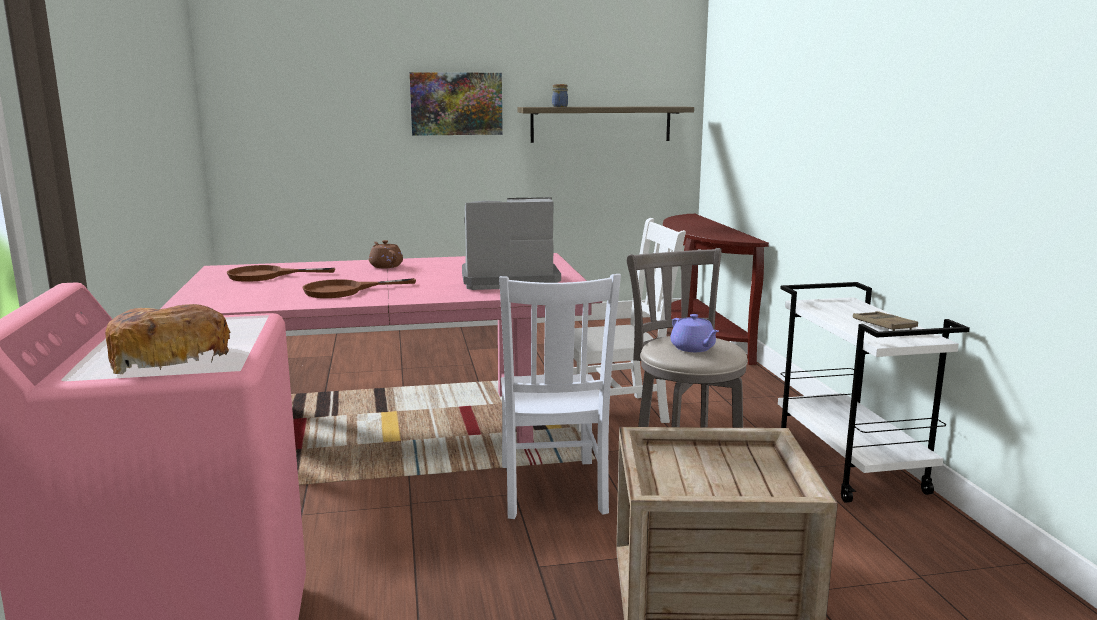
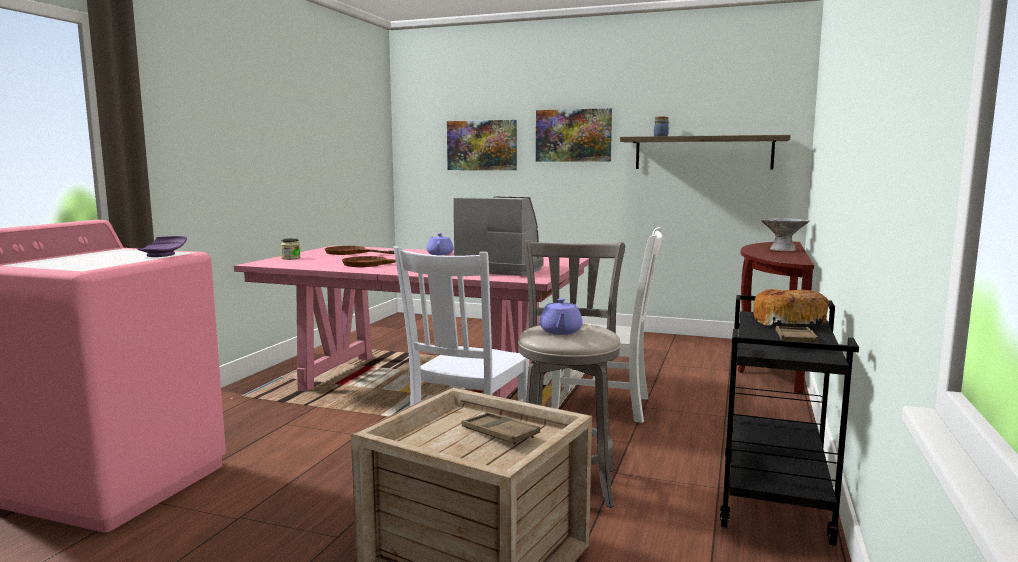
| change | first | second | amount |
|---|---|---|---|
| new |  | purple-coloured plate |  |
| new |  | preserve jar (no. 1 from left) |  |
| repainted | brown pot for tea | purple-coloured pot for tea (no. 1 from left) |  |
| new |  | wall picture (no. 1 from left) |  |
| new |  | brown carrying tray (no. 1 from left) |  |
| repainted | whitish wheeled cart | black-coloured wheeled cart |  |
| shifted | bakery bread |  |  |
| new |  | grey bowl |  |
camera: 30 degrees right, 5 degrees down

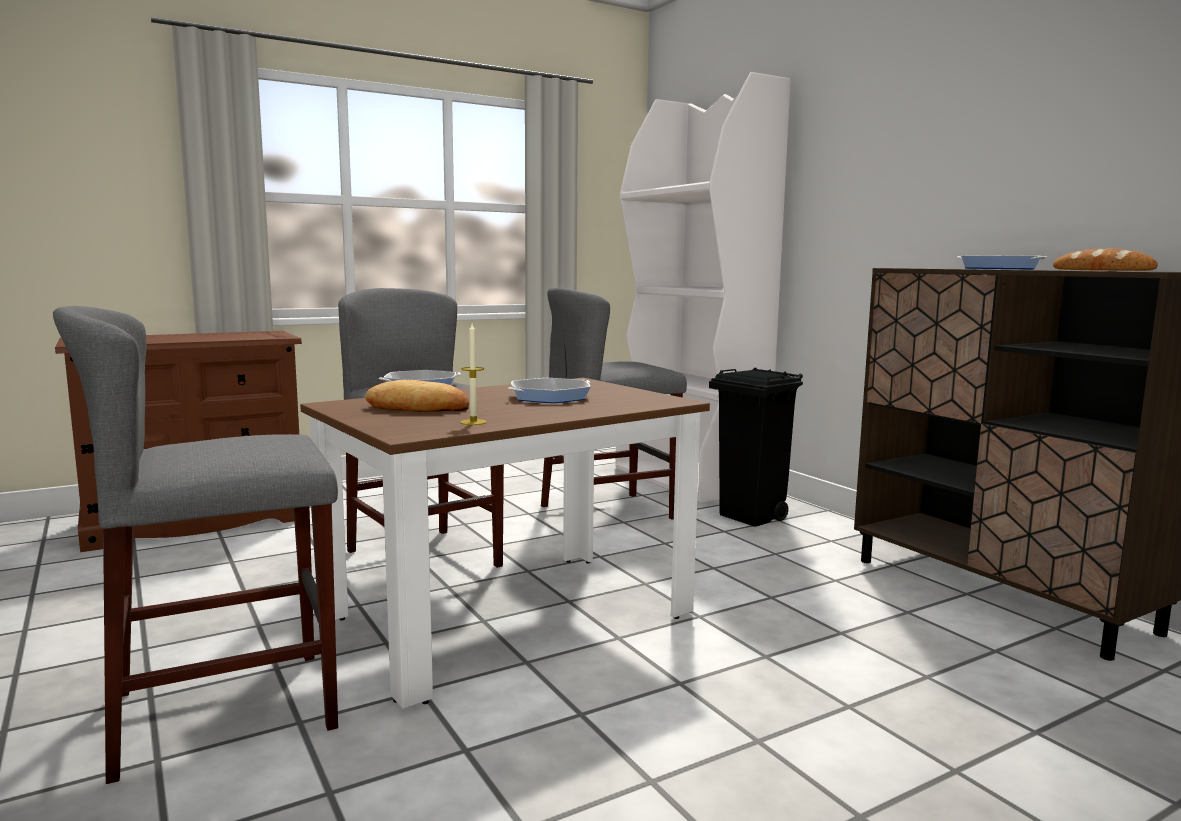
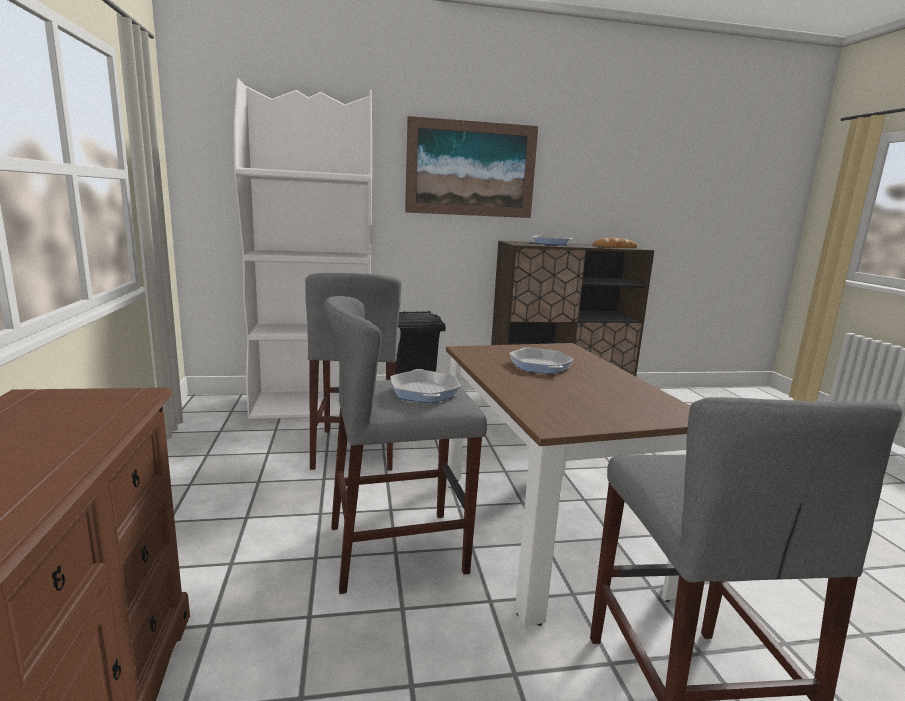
| change | first | second | amount |
|---|---|---|---|
| new |  | wall picture |  |
| gone | bakery bread (no. 1 from left) |  |  |
| gone | wax candle |  |  |
camera: 70 degrees left, 5 degrees up

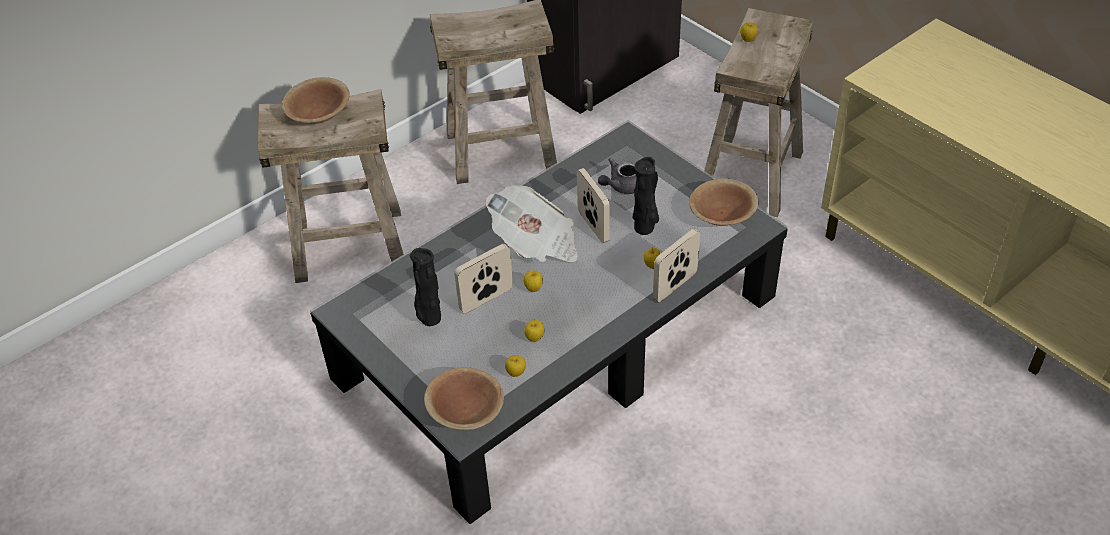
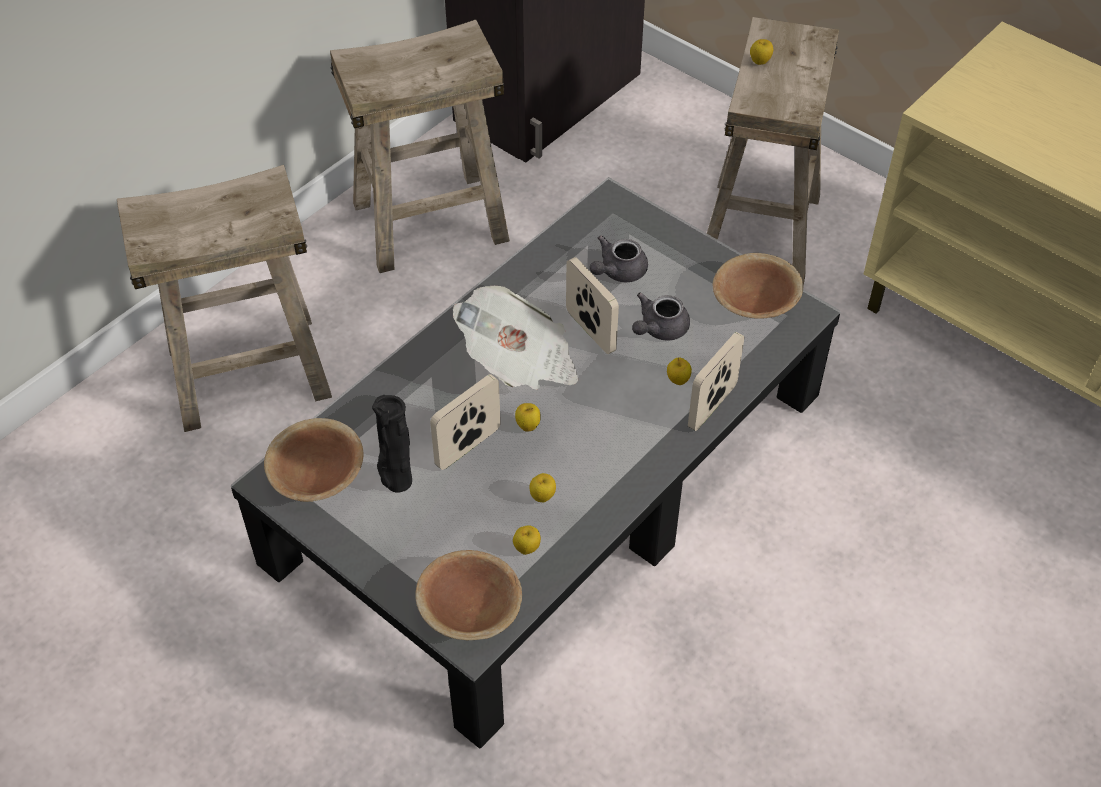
| change | first | second | amount |
|---|---|---|---|
| shifted | brown bowl (no. 1 from left) |  |  |
| swapped | black-coloured decorative vase (no. 2 from left) | grey pot for tea (no. 2 from left) |  |
camera: 10 degrees left, 5 degrees up

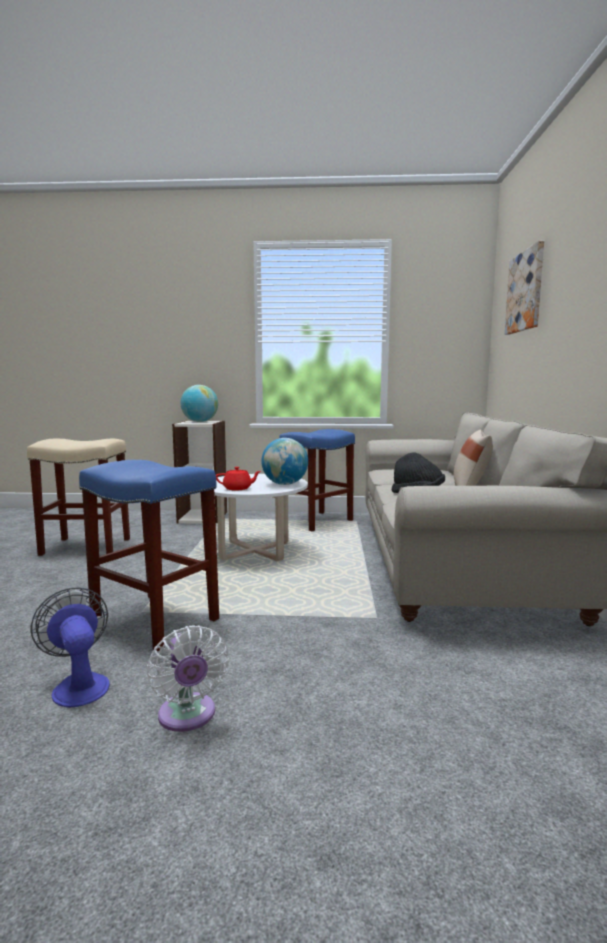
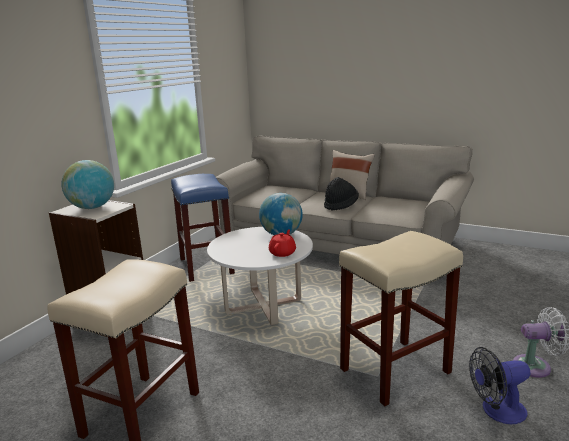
| change | first | second | amount |
|---|---|---|---|
| repainted | blue-coloured sitting stool (no. 1 from left) | beige-coloured sitting stool (no. 2 from left) |  |
| gone | wall picture |  |  |
camera: 65 degrees left, 10 degrees up

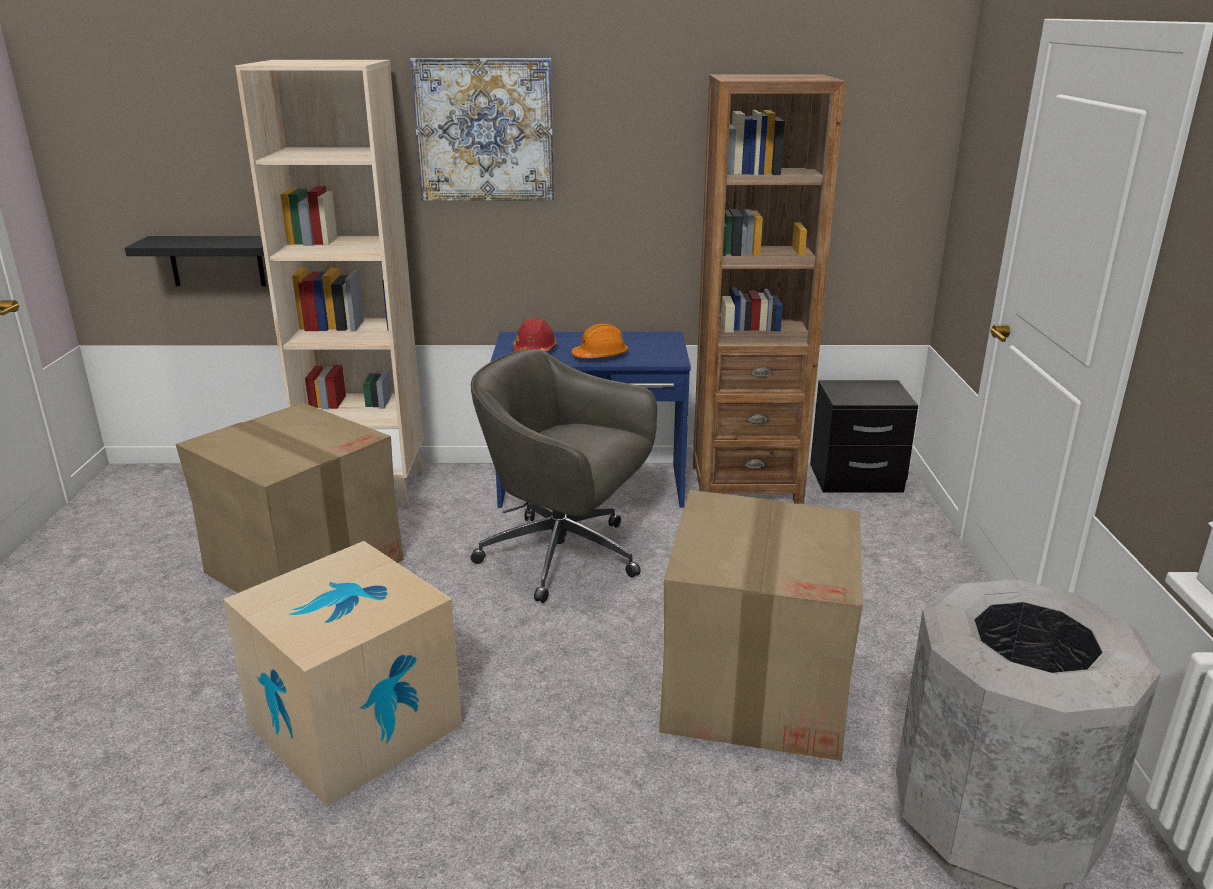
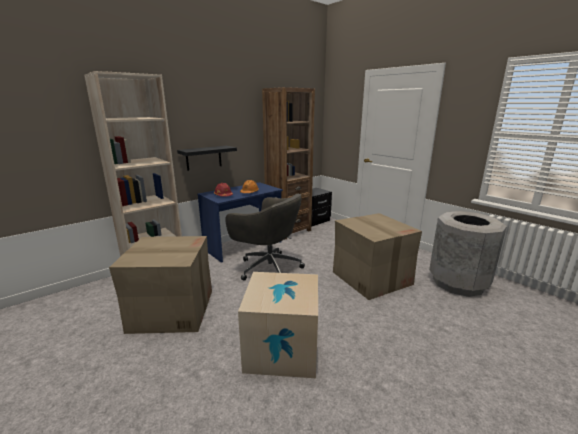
| change | first | second | amount |
|---|---|---|---|
| shifted | black-coloured bracket shelf |  |  |
| rotated | grey computer chair |  | 135 degrees counterclockwise |
| gone | wall picture |  |  |
camera: 40 degrees left, 5 degrees down

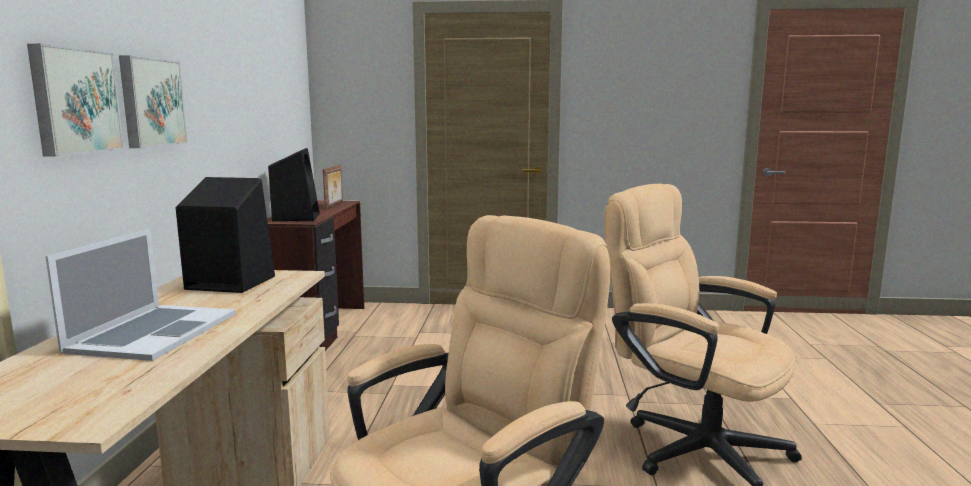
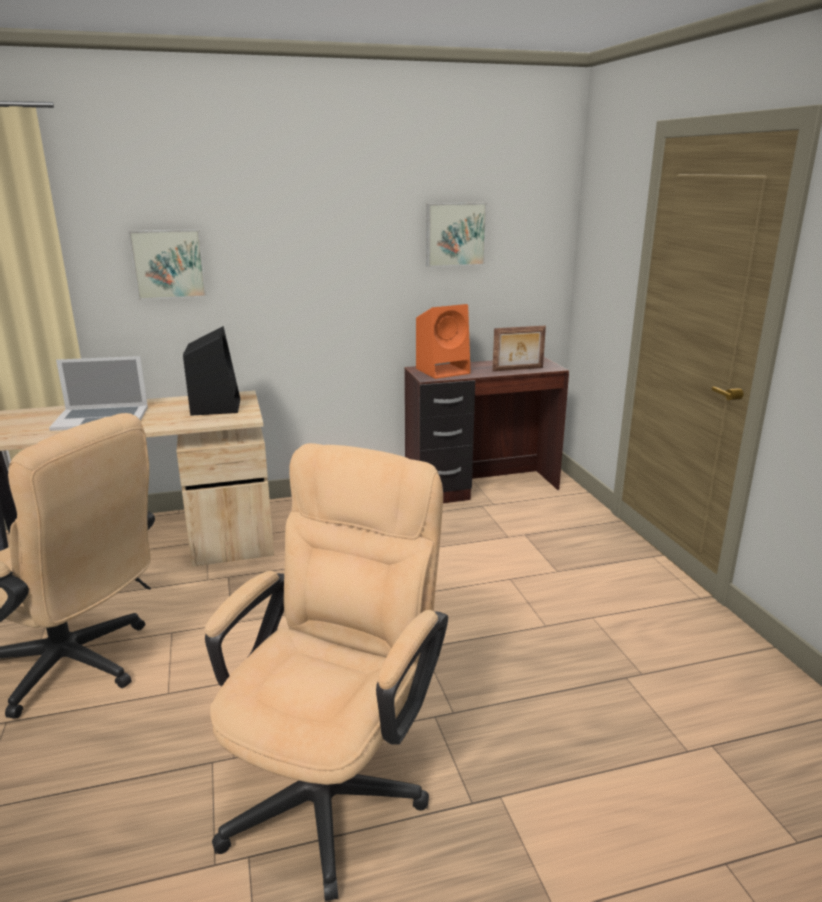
| change | first | second | amount |
|---|---|---|---|
| repainted | black-coloured loudspeaker (no. 2 from left) | orange-coloured loudspeaker |  |
| shifted | wall picture (no. 2 from left) |  |  |
camera: 70 degrees right, 10 degrees up

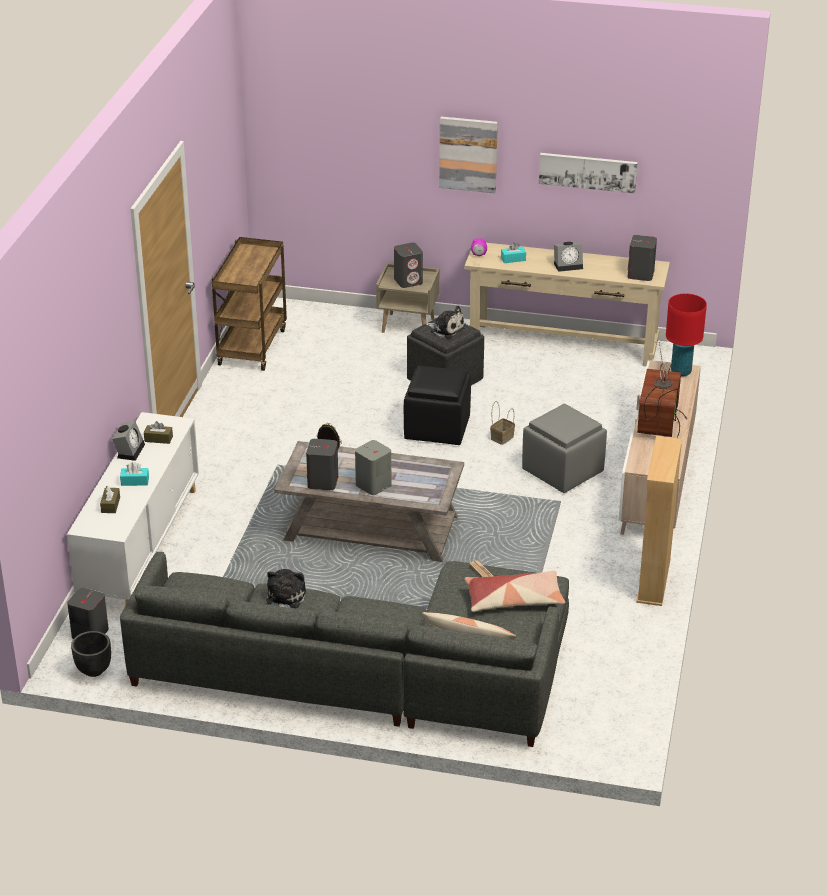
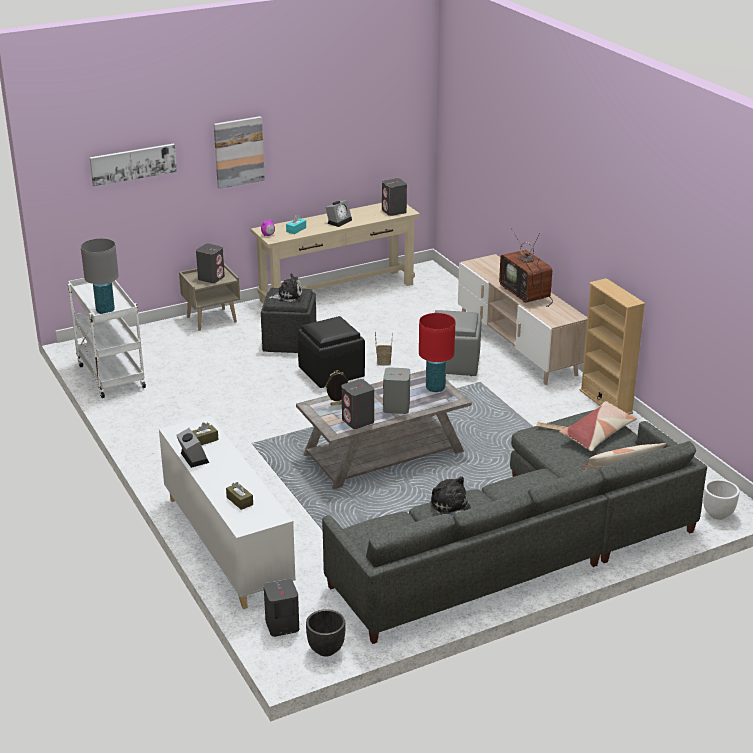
| change | first | second | amount |
|---|---|---|---|
| repainted | brown wheeled cart | whitish wheeled cart |  |
| new |  | grey table lamp |  |
| shifted | wall picture (no. 2 from left in the first image) | wall picture (no. 1 from left) |  |
| shifted | red-coloured table lamp |  |  |
| new |  | whitish plant pot |  |
| gone | blue-green tissue holder (no. 1 from left) |  |  |
camera: 40 degrees left, 5 degrees down

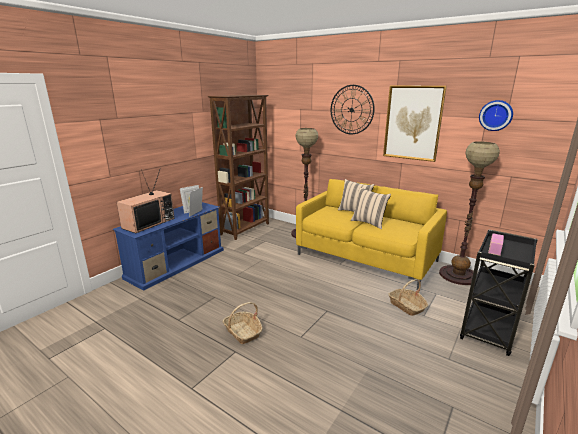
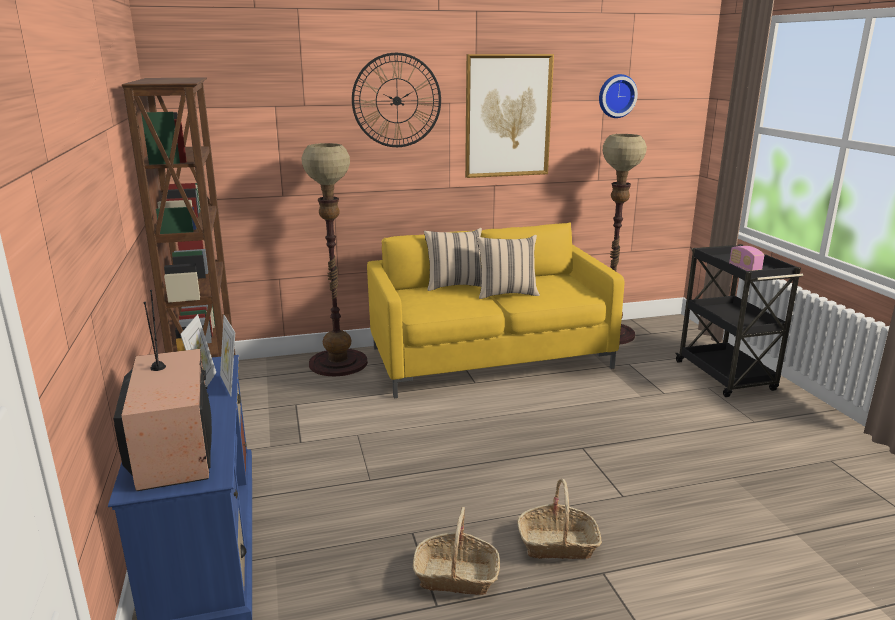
| change | first | second | amount |
|---|---|---|---|
| shifted | storage basket (no. 2 from left in the first image) | storage basket (no. 1 from left) |  |
camera: 50 degrees left, 0 degrees up

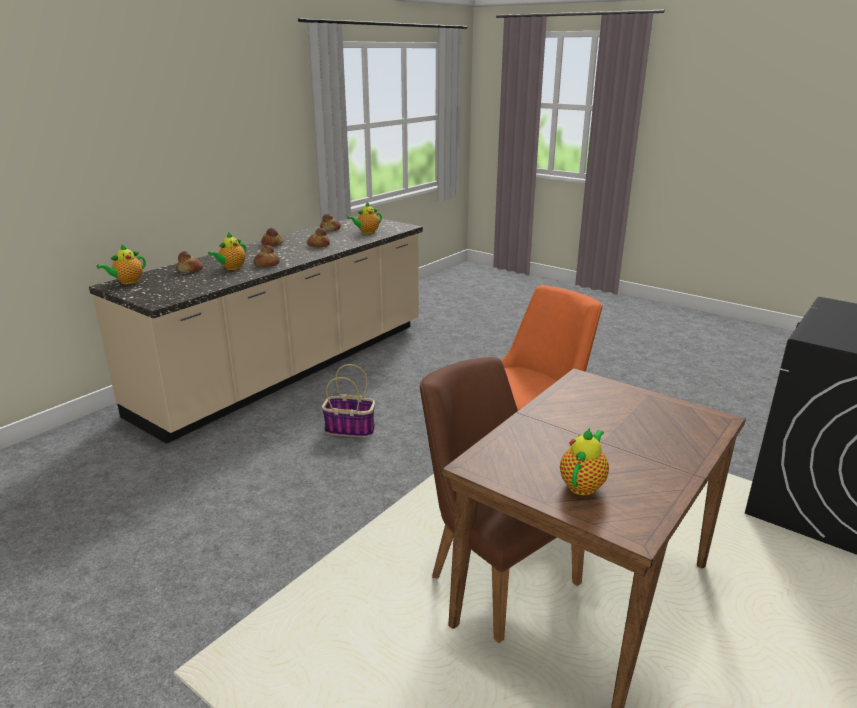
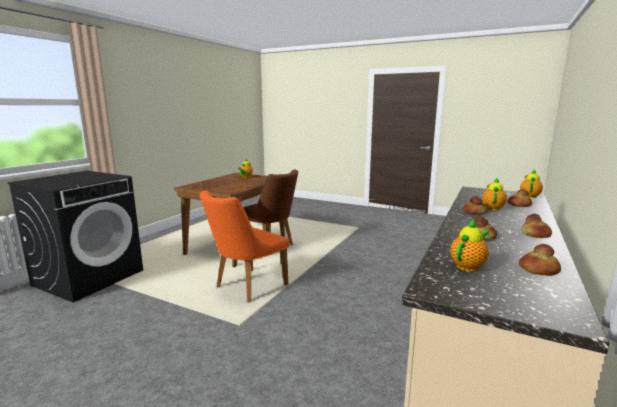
| change | first | second | amount |
|---|---|---|---|
| gone | storage basket |  |  |
camera: 170 degrees right, 10 degrees down

